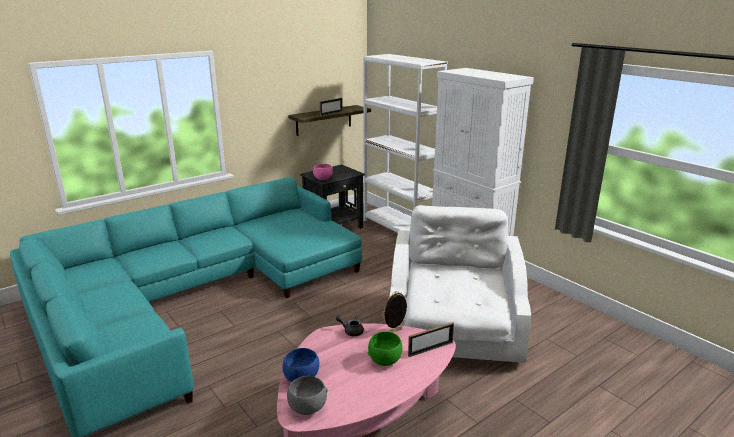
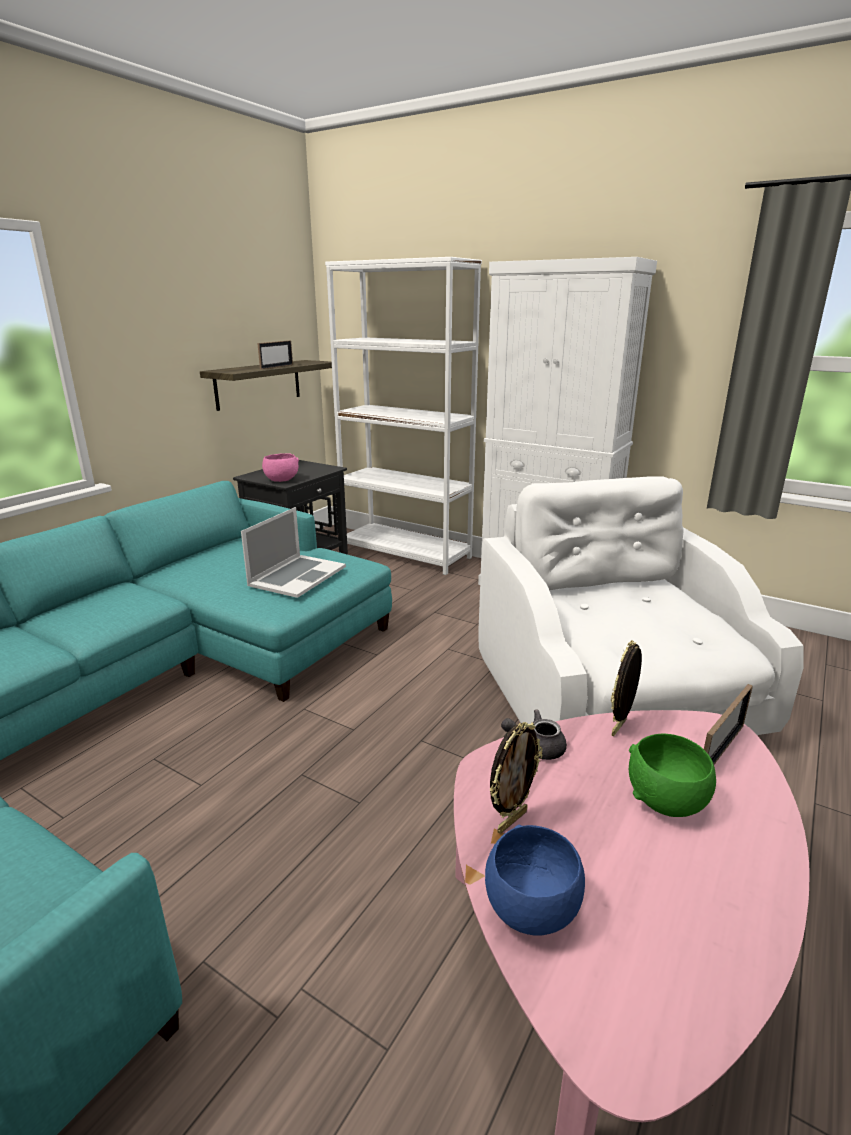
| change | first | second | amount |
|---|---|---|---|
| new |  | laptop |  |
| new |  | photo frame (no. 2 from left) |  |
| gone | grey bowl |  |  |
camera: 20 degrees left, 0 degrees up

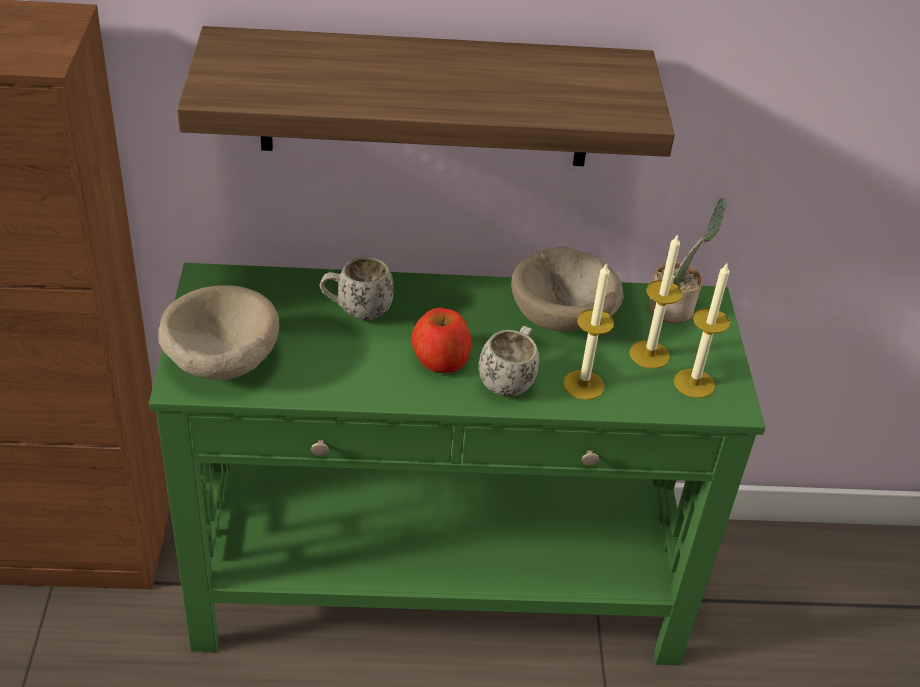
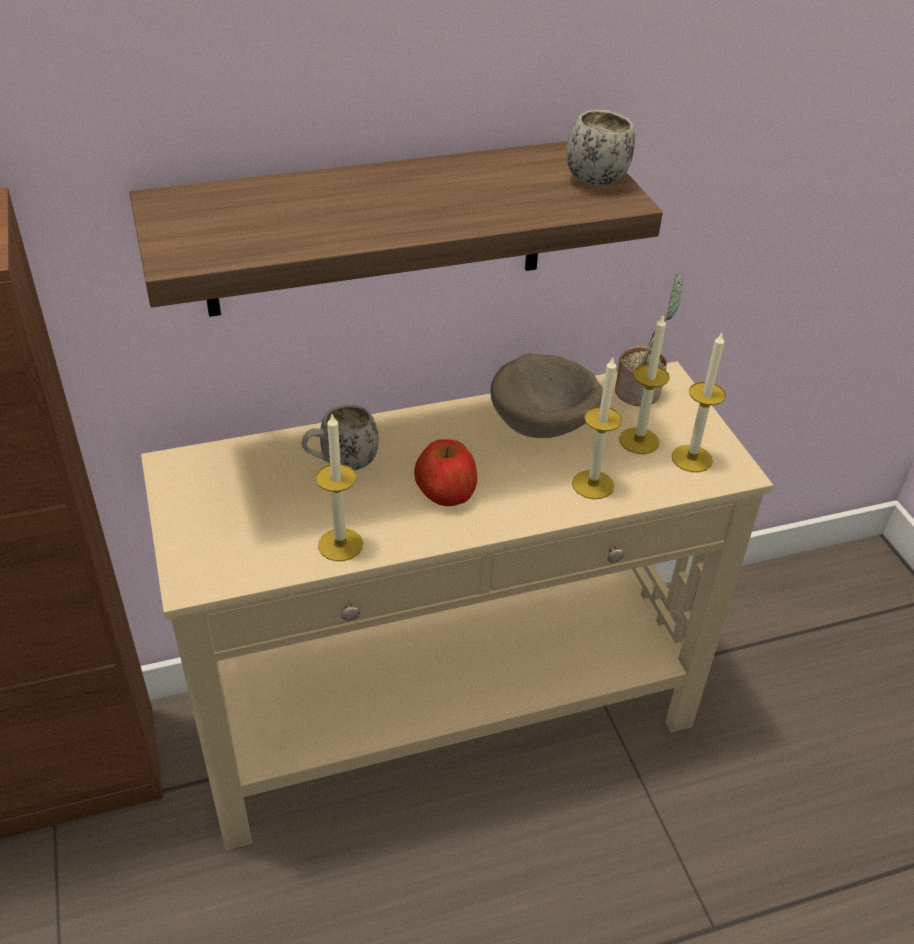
| change | first | second | amount |
|---|---|---|---|
| repainted | green-coloured narrow table | beige-coloured narrow table |  |
| new |  | wax candle (no. 1 from left) |  |
| shifted | whitish mug (no. 2 from left) |  |  |
| gone | beige-coloured bowl (no. 1 from left) |  |  |
camera: 15 degrees left, 0 degrees up

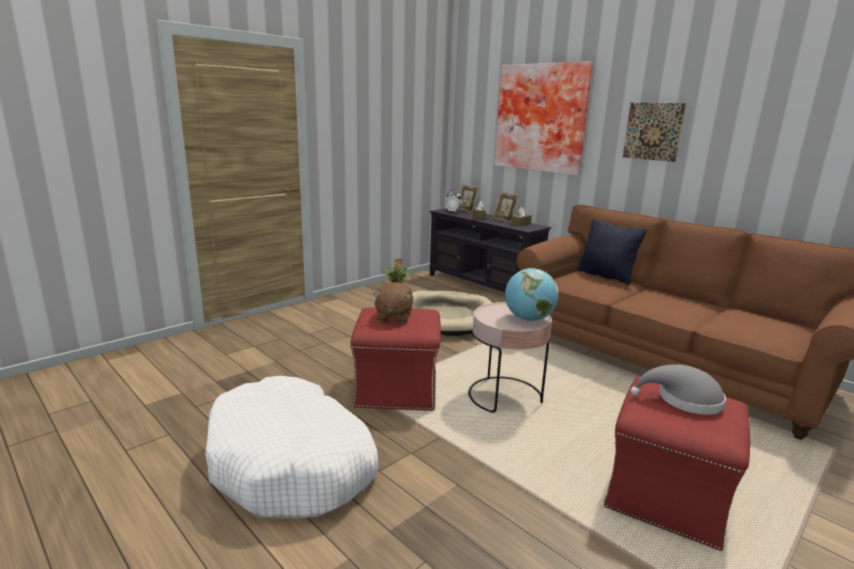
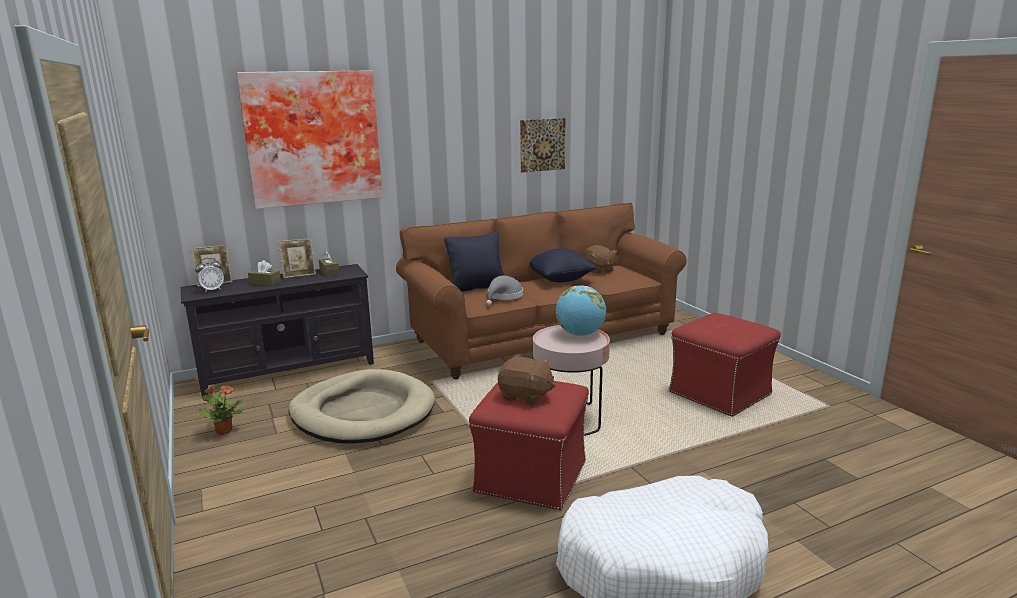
| change | first | second | amount |
|---|---|---|---|
| shifted | grey hat |  |  |
| shifted | wall picture (no. 2 from left) |  |  |
| new |  | black-coloured cushion (no. 2 from left) |  |
| new |  | brown plush toy (no. 2 from left) |  |
camera: 70 degrees left, 0 degrees up

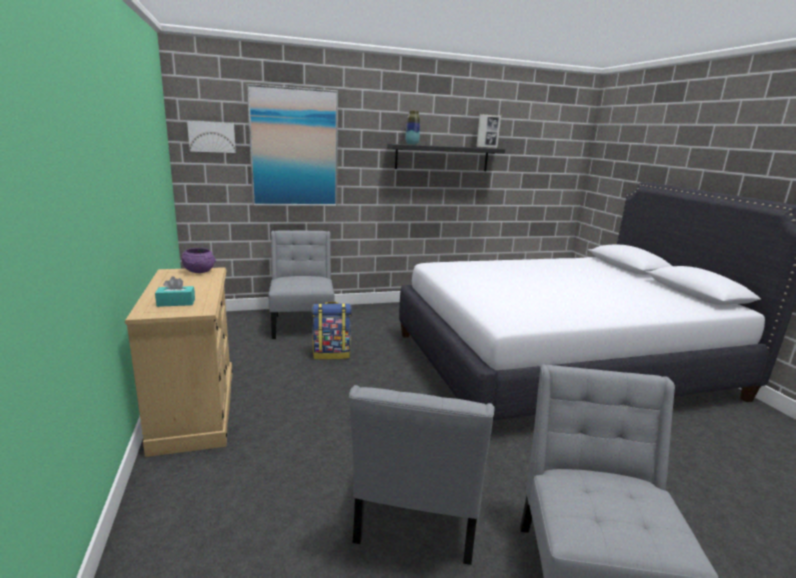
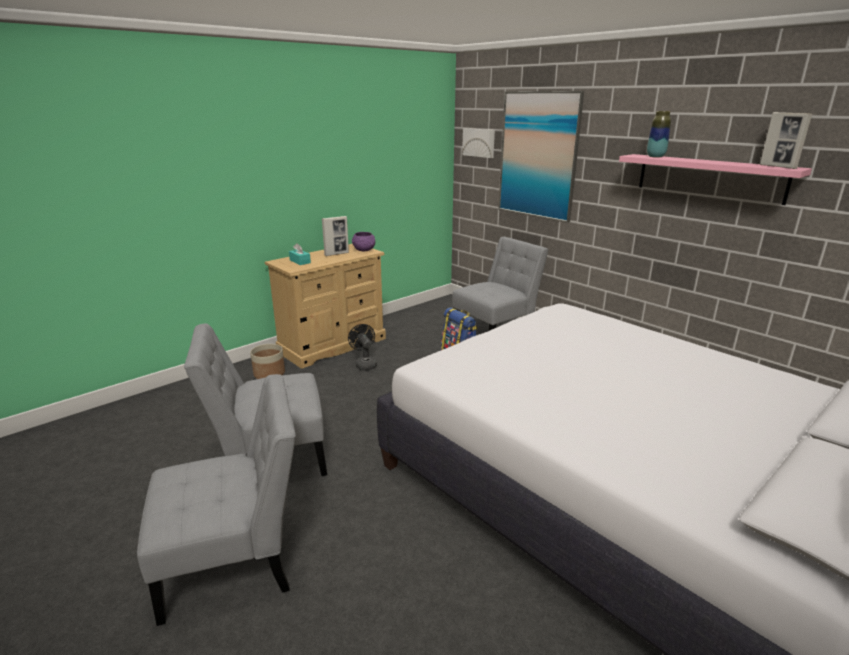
| change | first | second | amount |
|---|---|---|---|
| new |  | plant pot |  |
| new |  | photo frame (no. 1 from left) |  |
| new |  | black-coloured fan |  |
| repainted | black-coloured bracket shelf | pink bracket shelf |  |
camera: 65 degrees right, 5 degrees up

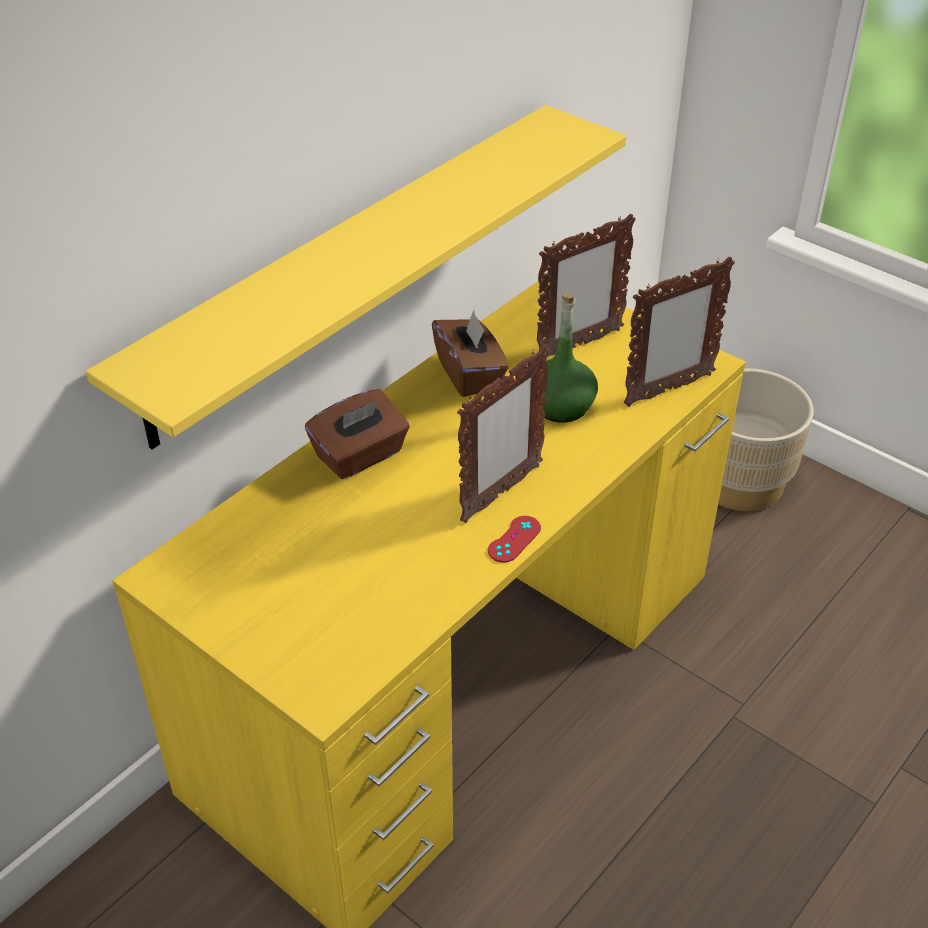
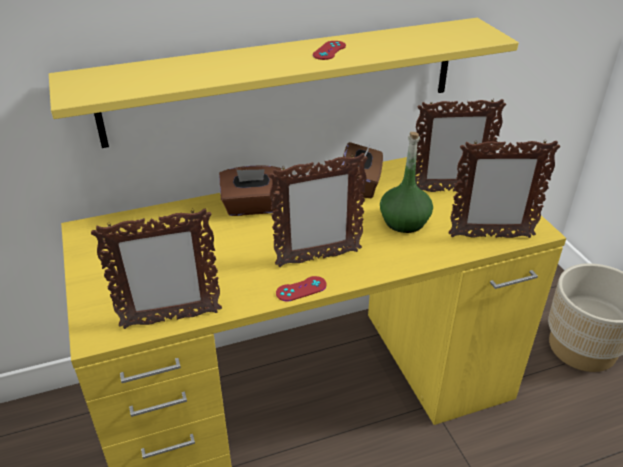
| change | first | second | amount |
|---|---|---|---|
| new |  | photo frame (no. 1 from left) |  |
| new |  | red-coloured game controller (no. 2 from left) |  |
camera: 30 degrees right, 5 degrees down

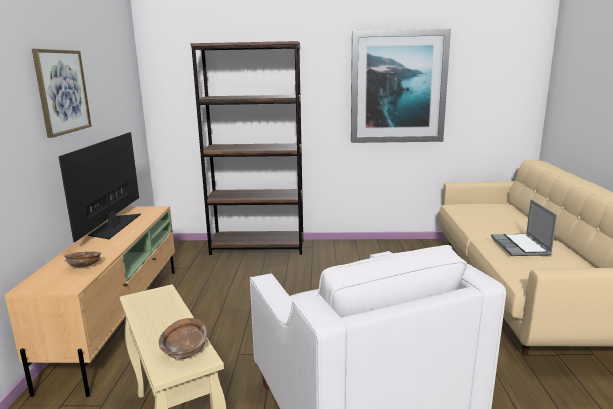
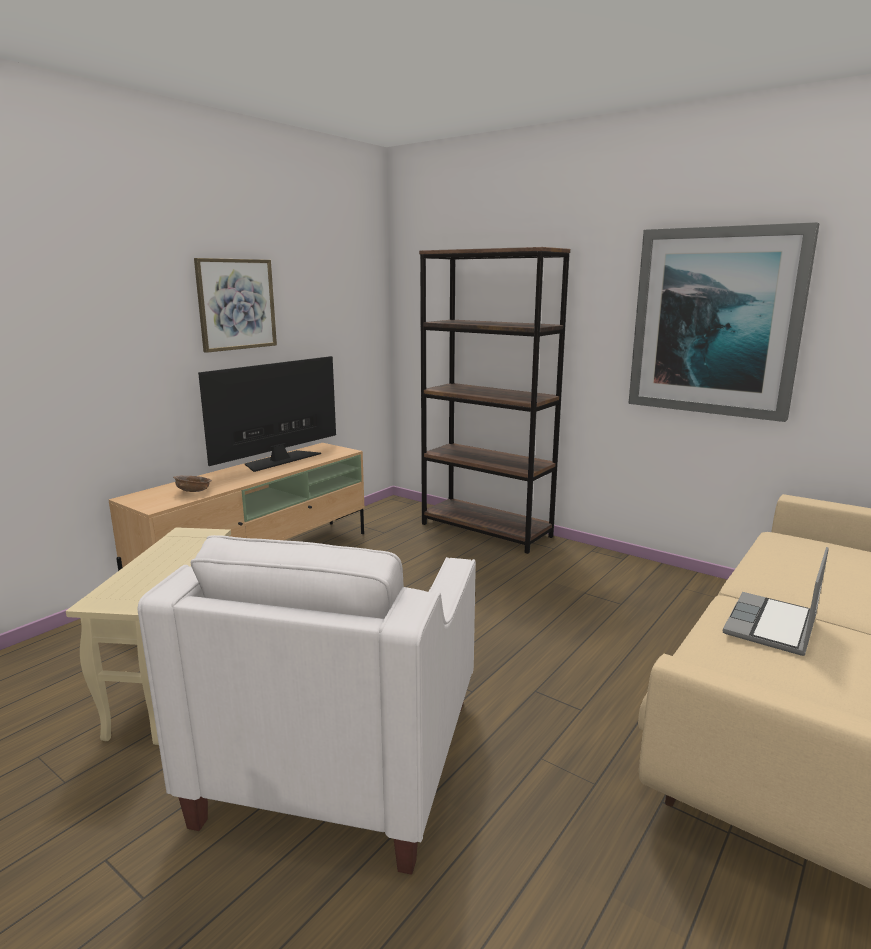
| change | first | second | amount |
|---|---|---|---|
| gone | brown bowl (no. 2 from left) |  |  |
camera: 35 degrees right, 0 degrees up

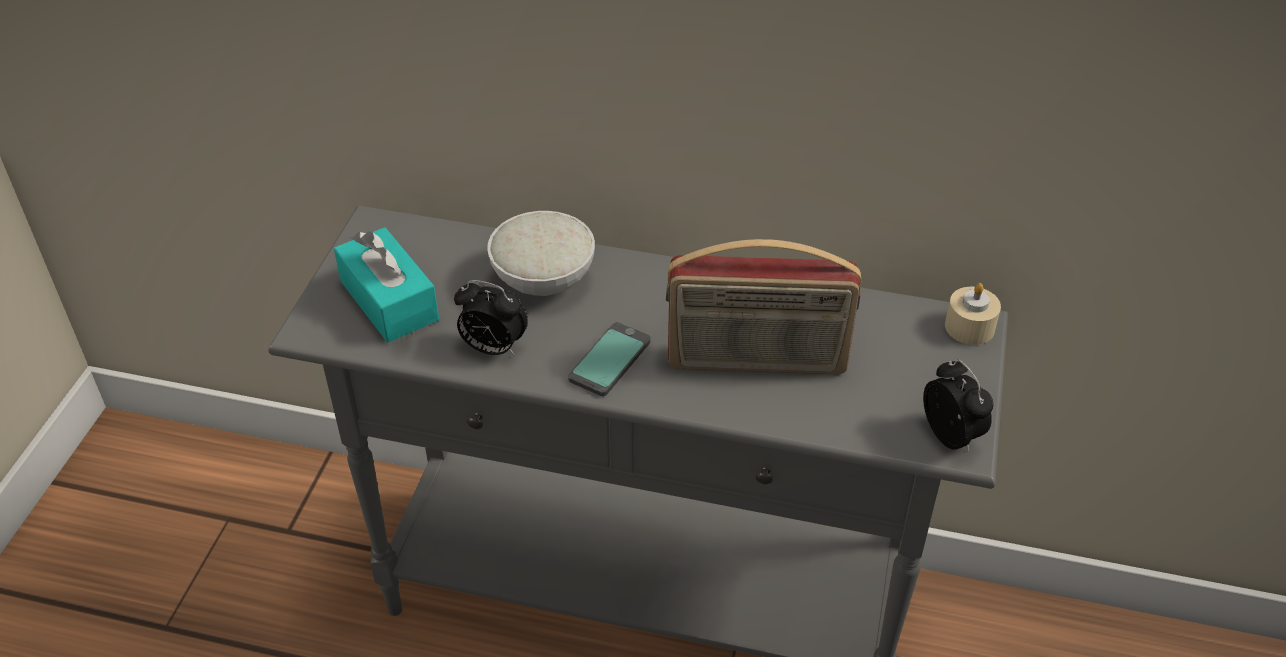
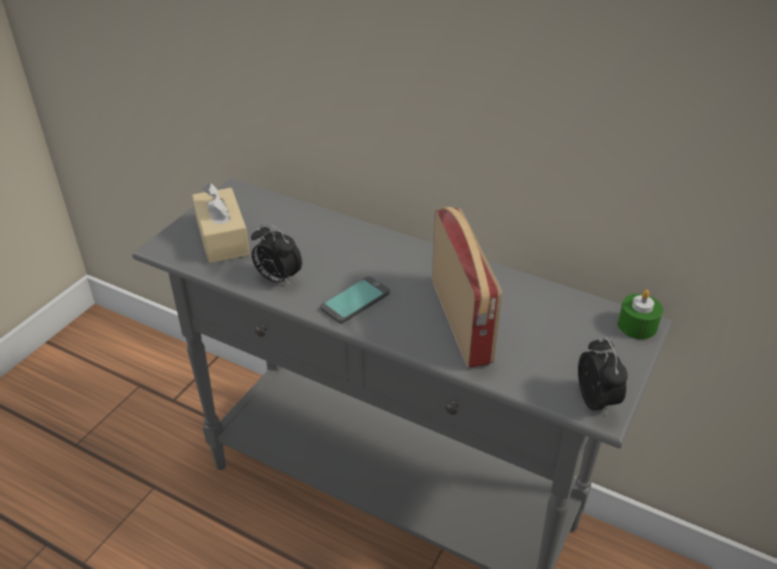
| change | first | second | amount |
|---|---|---|---|
| repainted | blue-green tissue holder | beige-coloured tissue holder |  |
| rotated | radio receiver |  | 120 degrees counterclockwise |
| repainted | beige-coloured wax candle | green-coloured wax candle |  |
| gone | whitish bowl |  |  |
camera: 15 degrees right, 5 degrees down

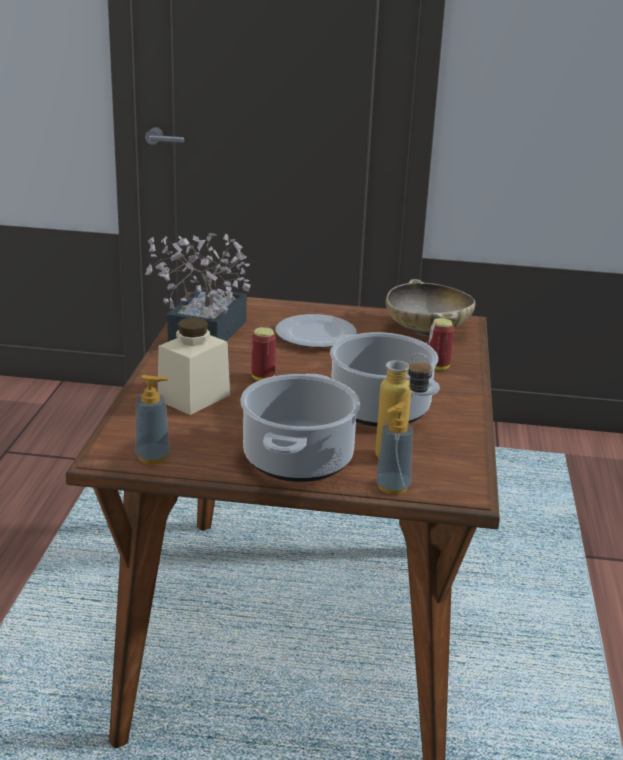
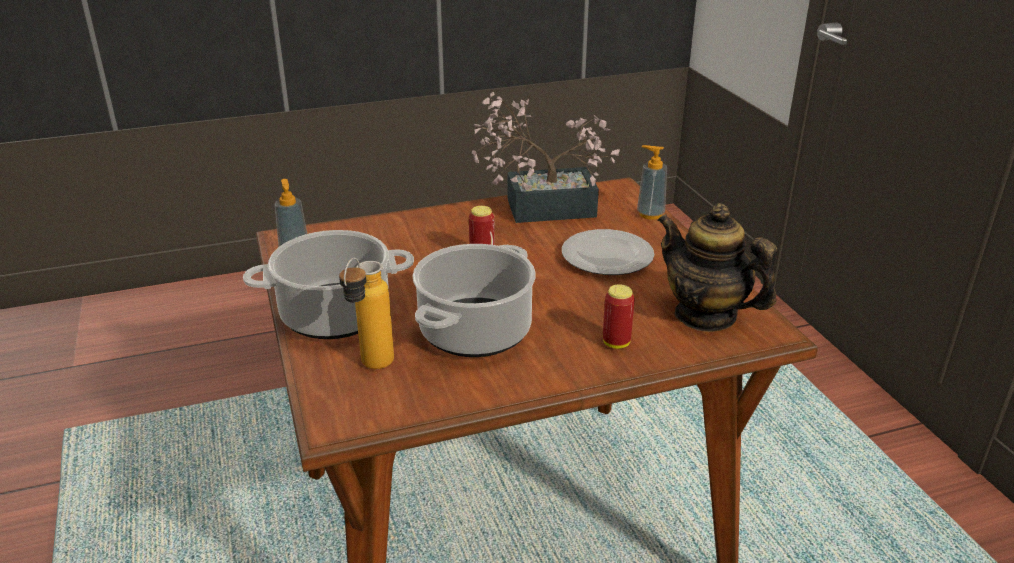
| change | first | second | amount |
|---|---|---|---|
| shifted | liquid soap bottle (no. 2 from left) |  |  |
| swapped | beige-coloured bowl | pot for tea |  |
| gone | beige-coloured preserve jar |  |  |
camera: 65 degrees right, 5 degrees up

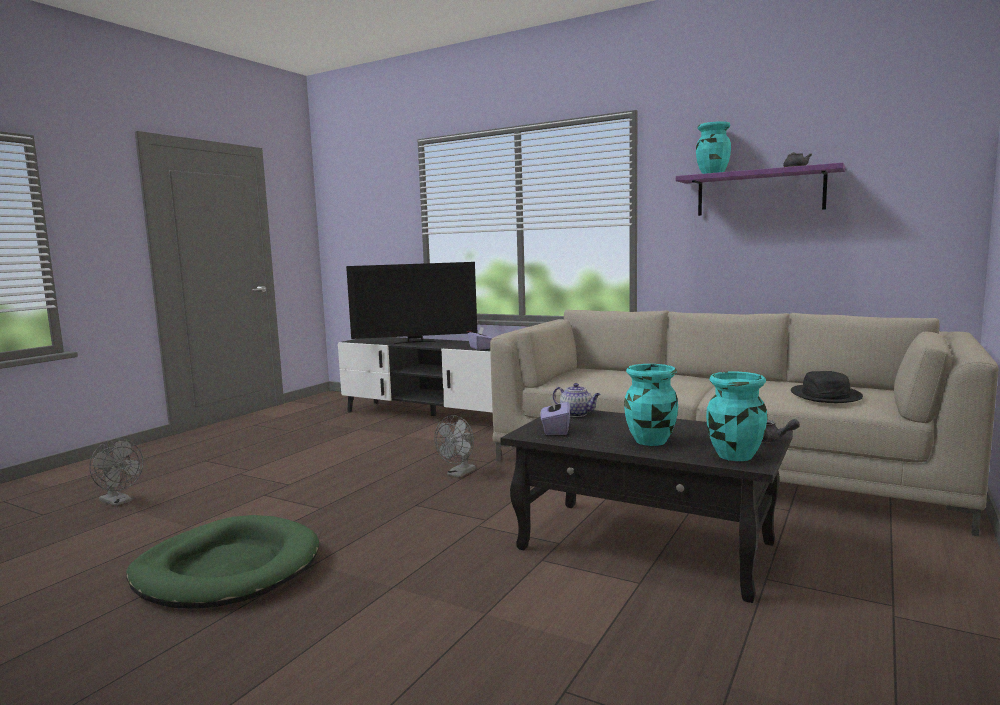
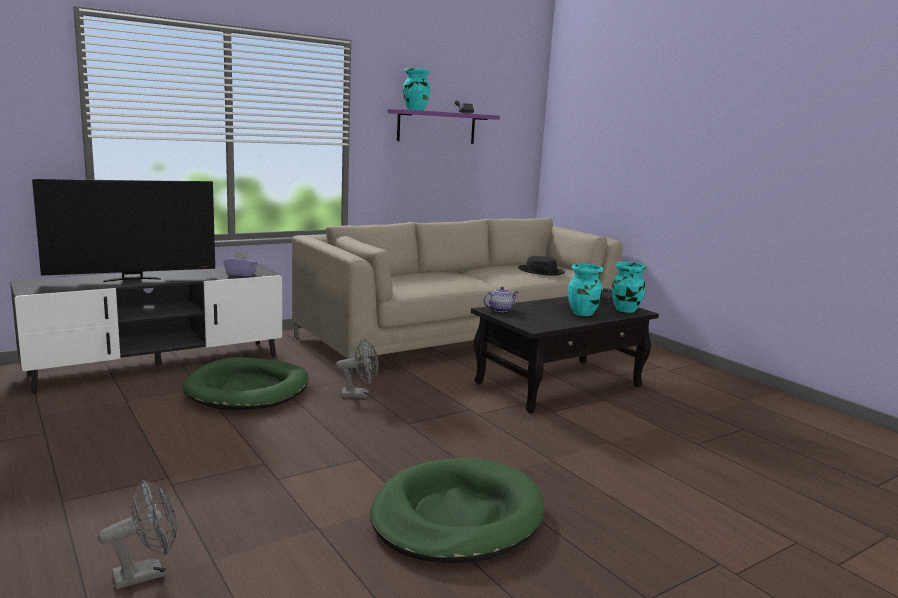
| change | first | second | amount |
|---|---|---|---|
| rotated | TV set |  | 45 degrees clockwise |
| new |  | green-coloured dog cushion (no. 1 from left) |  |
| rotated | grey fan (no. 2 from left) |  | 60 degrees counterclockwise |
| gone | purple-coloured tissue holder (no. 2 from left) |  |  |
camera: 65 degrees left, 5 degrees up

